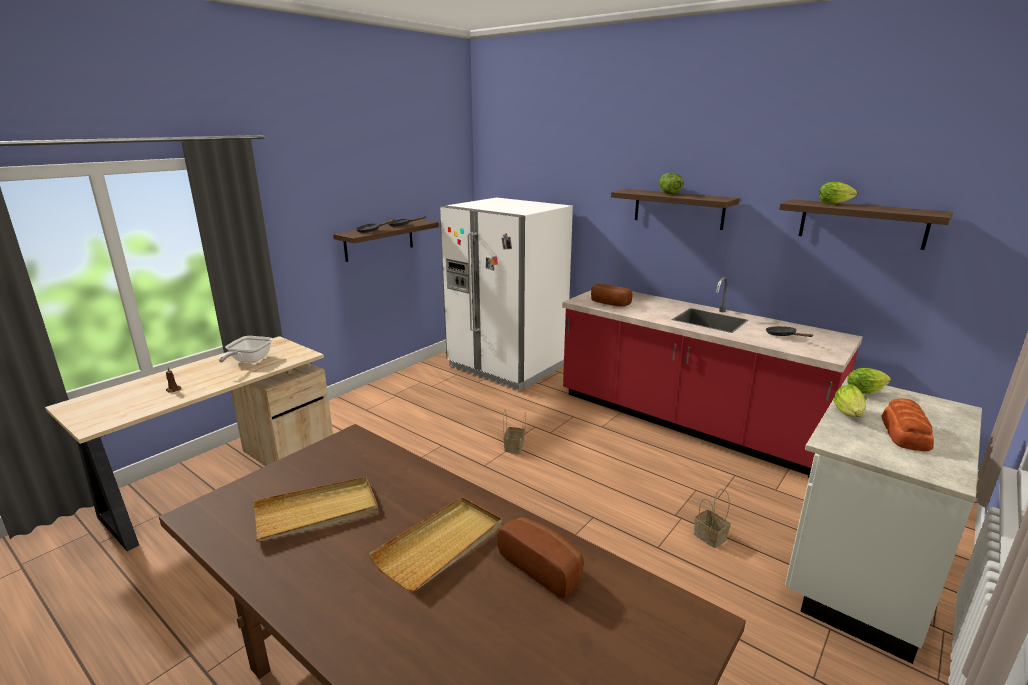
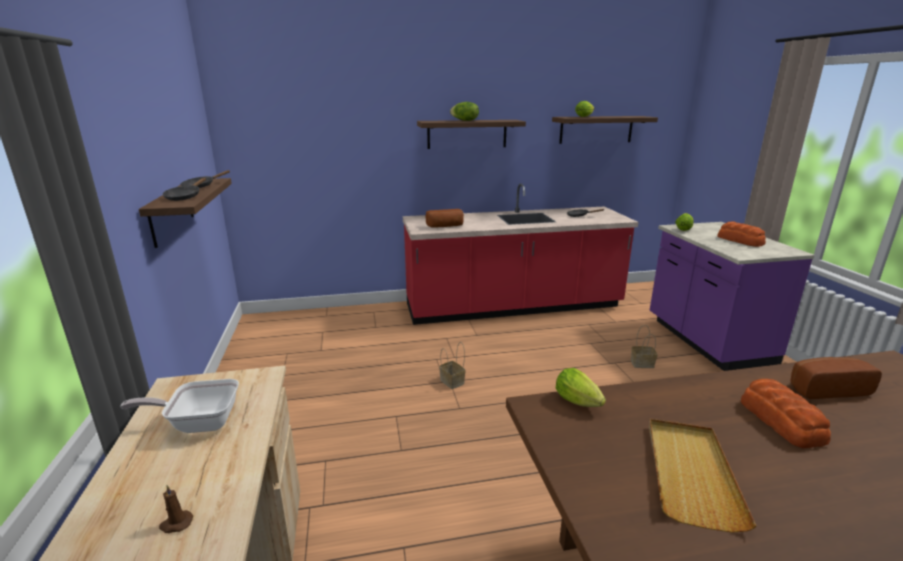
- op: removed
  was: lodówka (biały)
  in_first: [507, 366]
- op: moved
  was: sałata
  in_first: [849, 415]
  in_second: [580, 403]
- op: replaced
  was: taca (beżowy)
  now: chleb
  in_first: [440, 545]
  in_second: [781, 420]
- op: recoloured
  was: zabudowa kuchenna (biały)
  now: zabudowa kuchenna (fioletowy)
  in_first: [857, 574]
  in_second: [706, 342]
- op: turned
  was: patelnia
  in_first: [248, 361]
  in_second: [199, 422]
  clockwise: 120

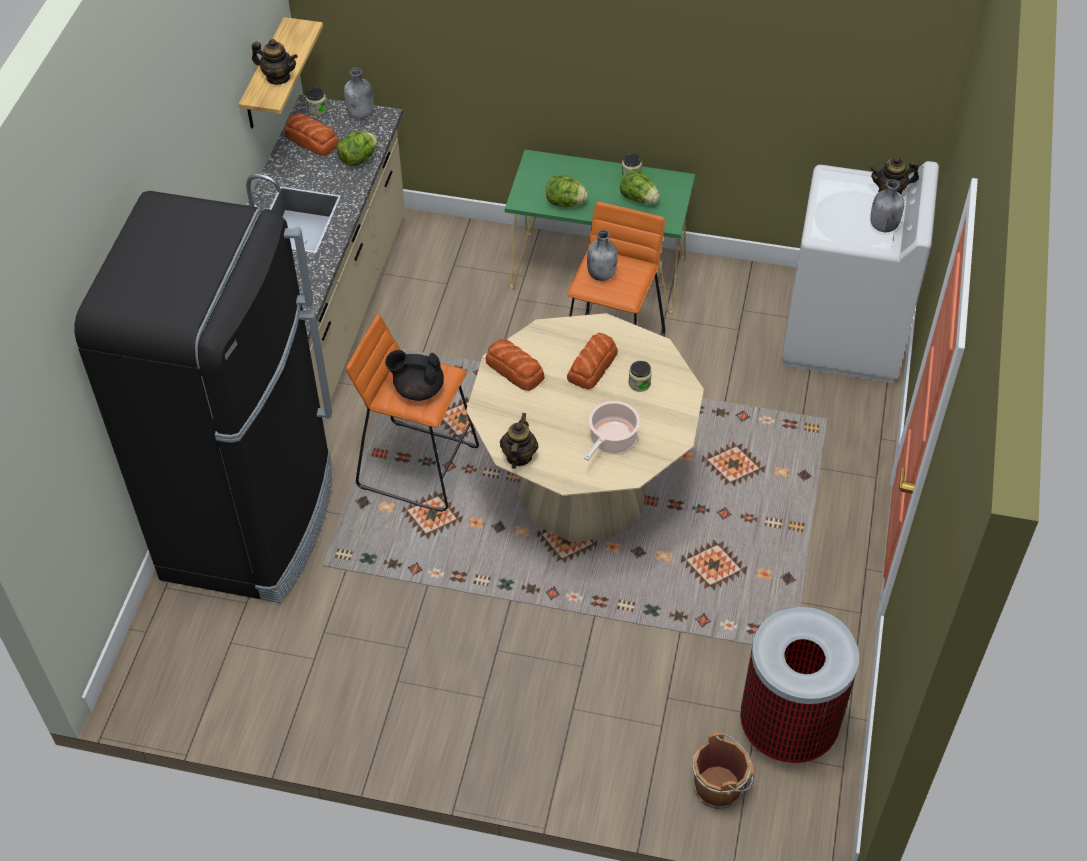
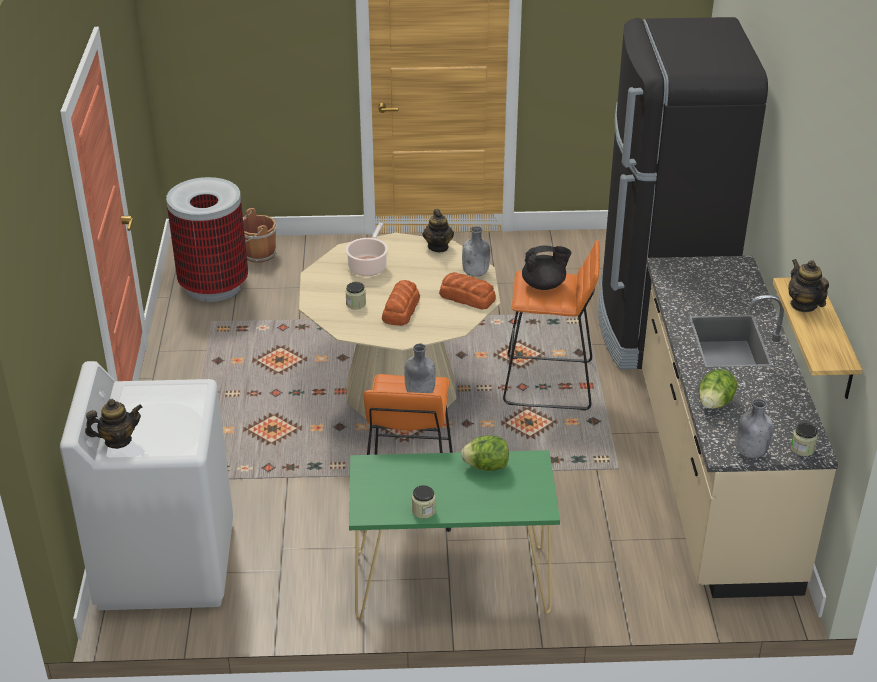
- op: removed
  was: chleb
  in_first: [311, 139]
- op: removed
  was: sałata
  in_first: [639, 198]
- op: moved
  was: butelka (szary)
  in_first: [883, 226]
  in_second: [476, 273]
- op: turned
  was: imbryk
  in_first: [278, 77]
  in_second: [803, 305]
  clockwise: 60

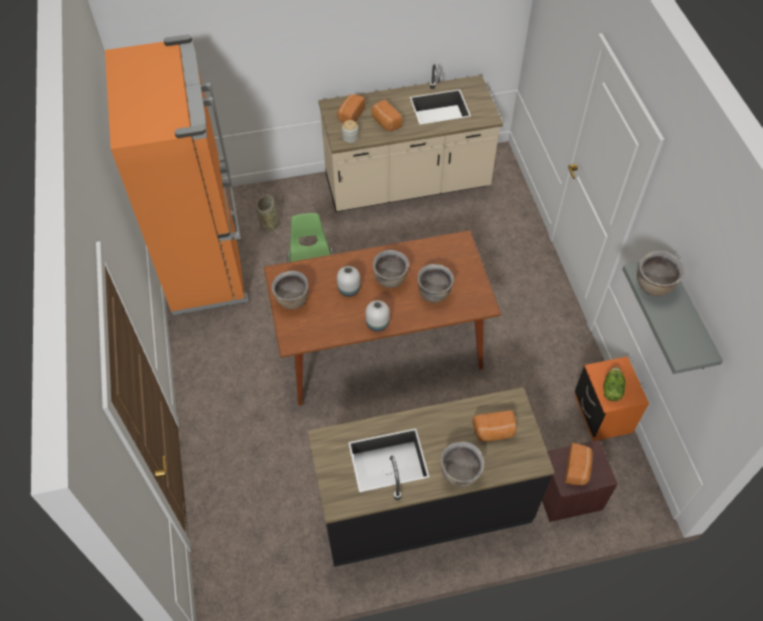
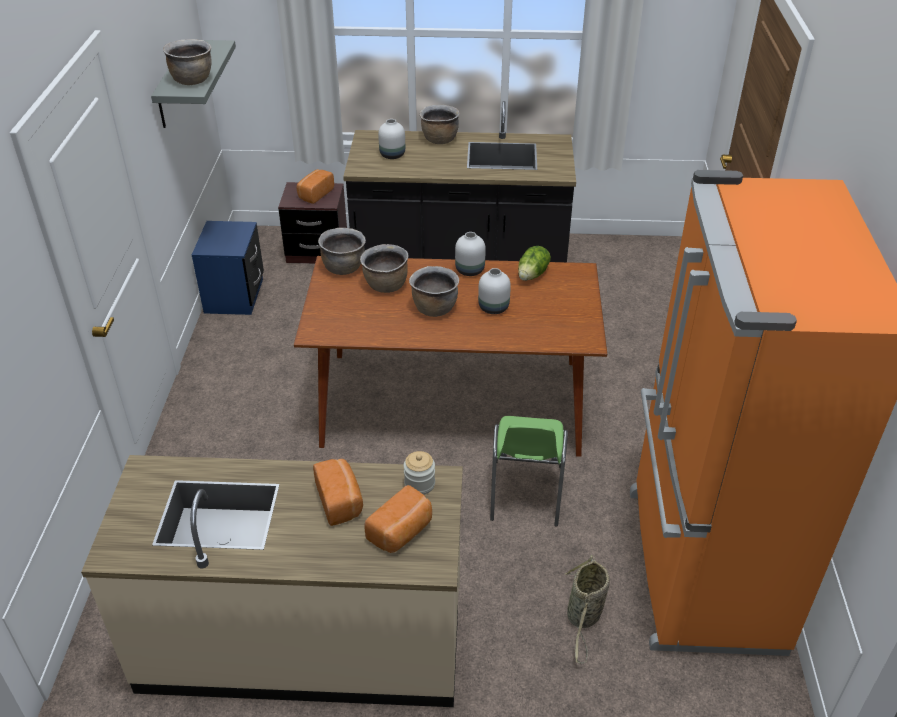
- op: moved
  was: garnek (brązowy)
  in_first: [292, 300]
  in_second: [344, 268]
- op: moved
  was: sałata
  in_first: [611, 389]
  in_second: [533, 274]
- op: replaced
  was: chleb
  now: wazon (biały)
  in_first: [494, 432]
  in_second: [393, 155]
- op: recoloured
  was: szafka nocna (pomarańczowy)
  now: szafka nocna (niebieski)
  in_first: [602, 414]
  in_second: [234, 296]

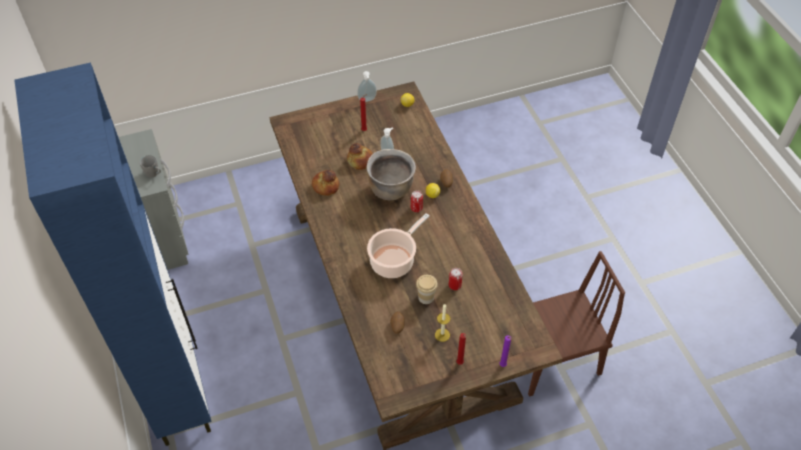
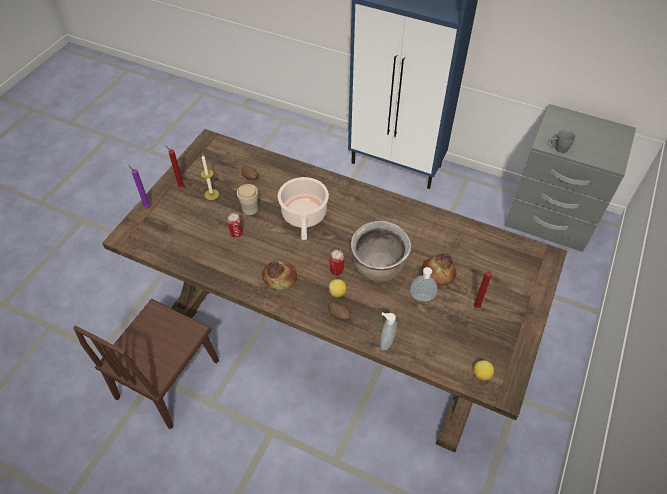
- op: moved
  was: chleb
  in_first: [325, 186]
  in_second: [280, 277]
- op: moved
  was: dozownik mydła
  in_first: [367, 100]
  in_second: [385, 342]

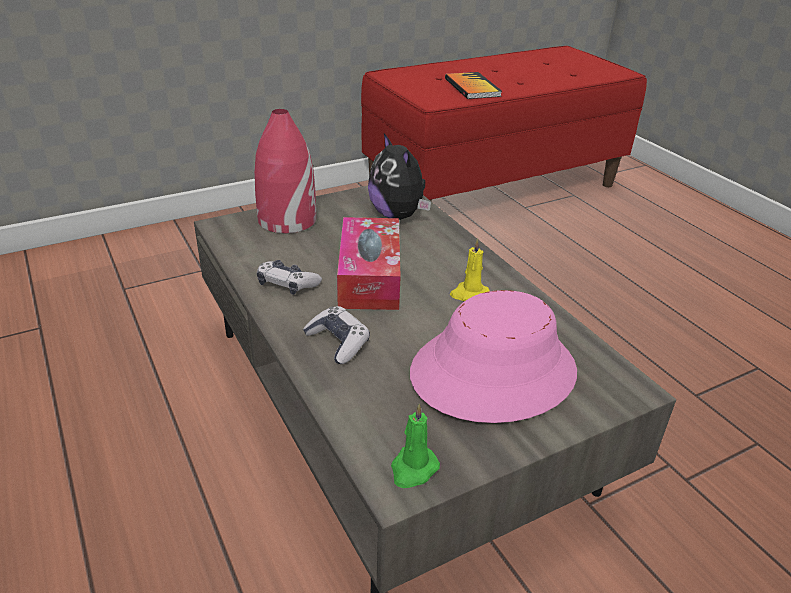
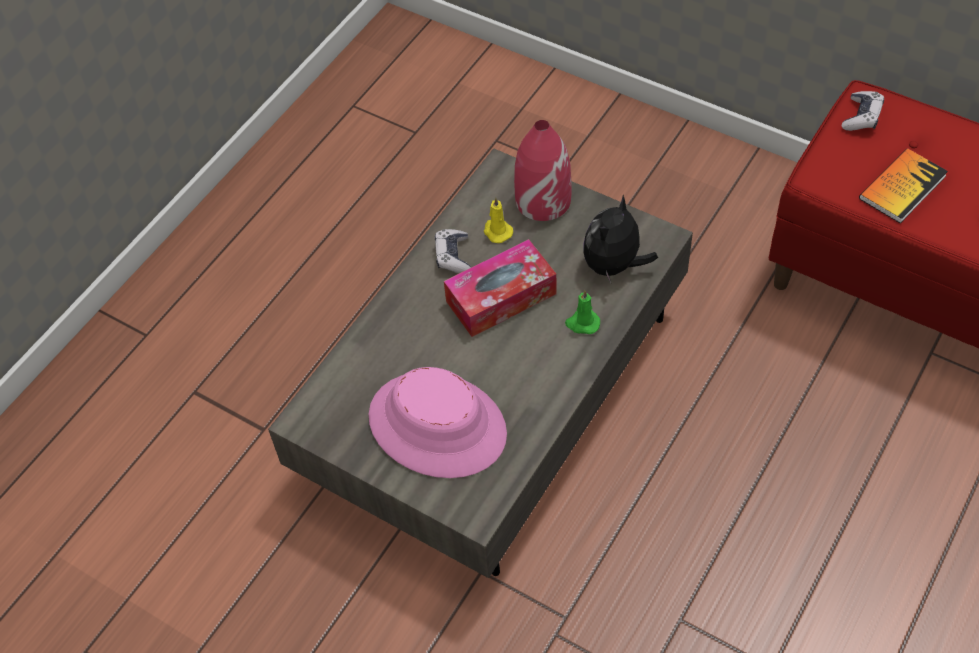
- op: moved
  was: pad do gier
  in_first: [338, 342]
  in_second: [861, 117]
- op: moved
  was: świeca (zielony)
  in_first: [413, 469]
  in_second: [582, 323]
- op: moved
  was: świeca (żółty)
  in_first: [469, 294]
  in_second: [497, 231]

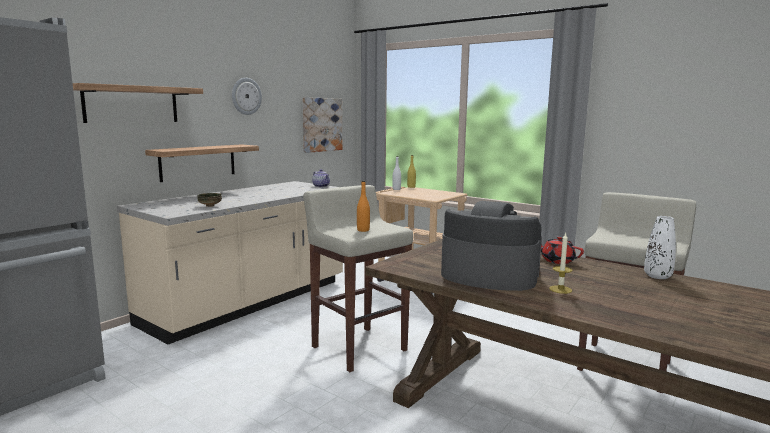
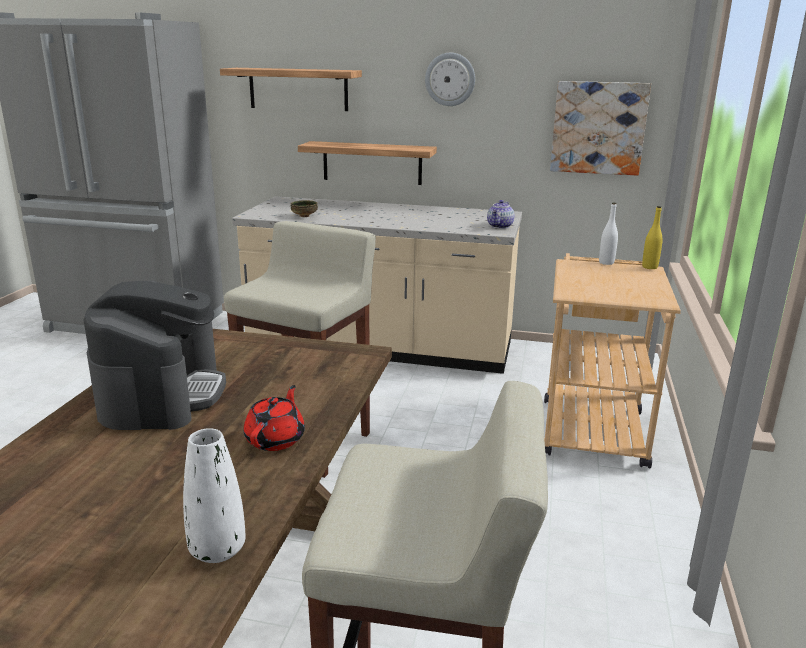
- op: removed
  was: butelka (pomarańczowy)
  in_first: [363, 230]
- op: removed
  was: świeca
  in_first: [560, 289]

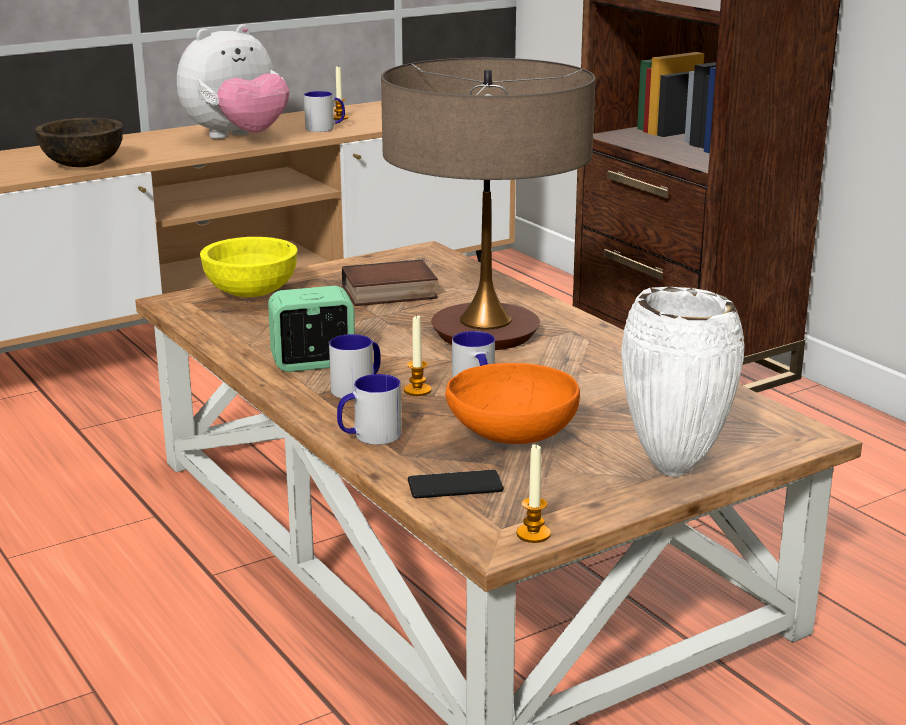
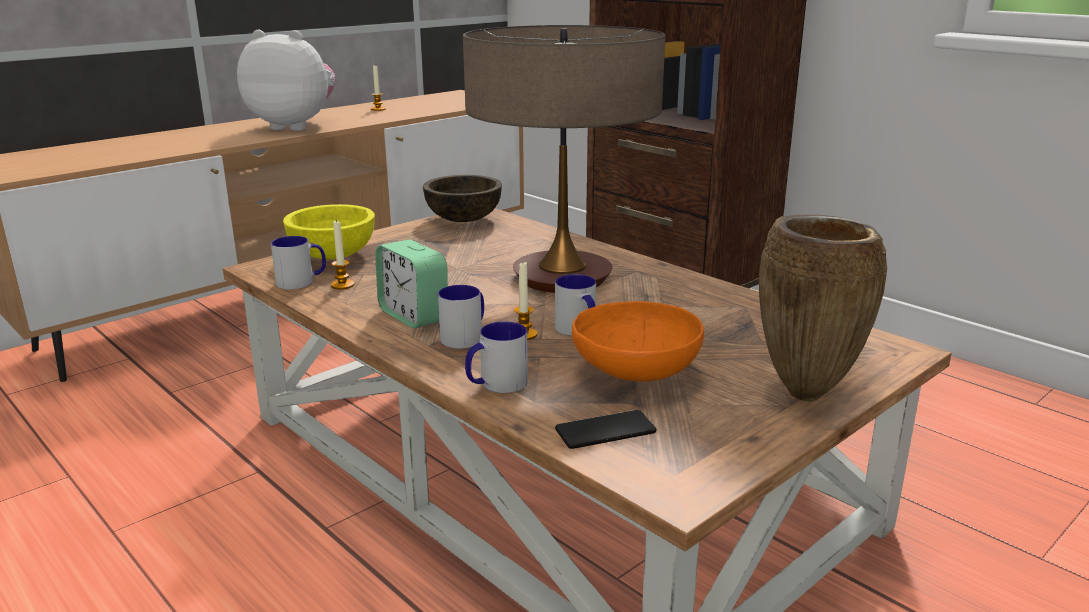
- op: removed
  was: książka
  in_first: [388, 293]
- op: moved
  was: miska (brązowy)
  in_first: [82, 165]
  in_second: [463, 219]
- op: moved
  was: kubek
  in_first: [325, 128]
  in_second: [302, 282]
- op: moved
  was: świeca
  in_first: [533, 534]
  in_second: [342, 285]
- op: recoloured
  was: wazon (biały)
  now: wazon (brązowy)
  in_first: [675, 470]
  in_second: [807, 394]
- op: turned
  was: pluszak
  in_first: [237, 138]
  in_second: [294, 126]
  clockwise: -120
- op: turned
  was: budzik
  in_first: [313, 363]
  in_second: [413, 316]
  clockwise: -105

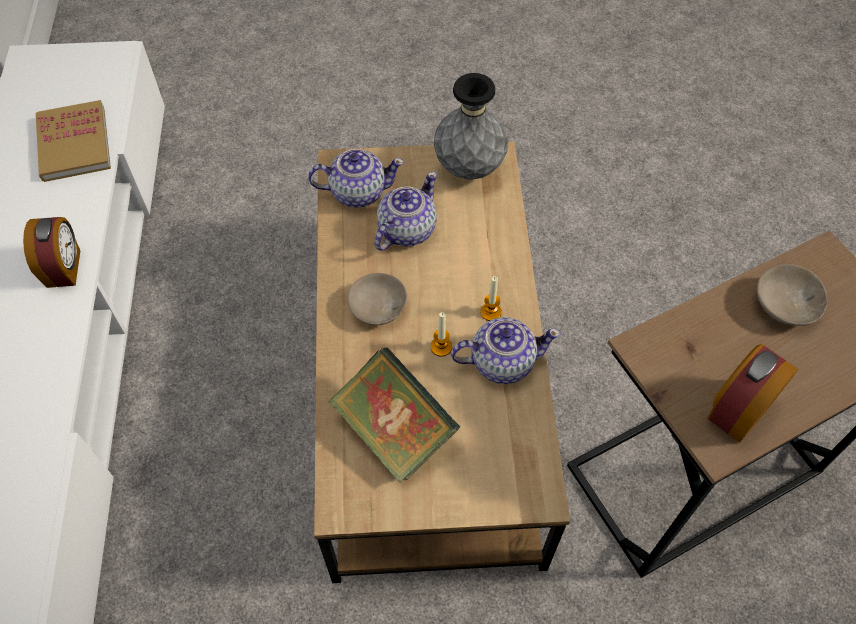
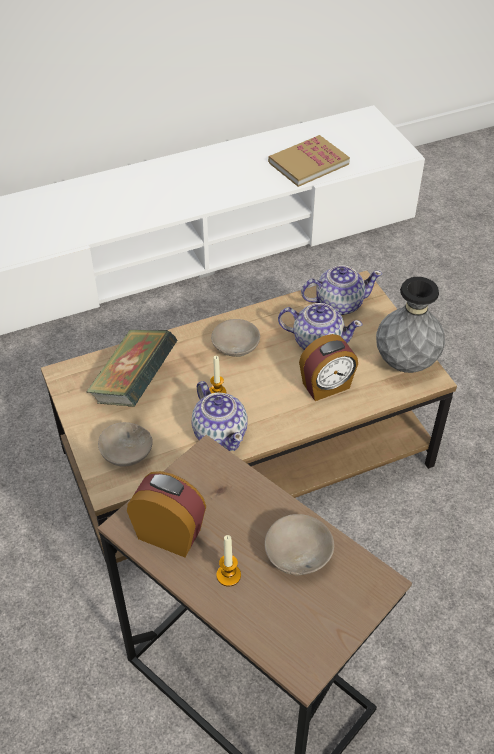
- op: added
  now: miska (beżowy)
  in_second: [125, 453]
- op: moved
  was: budzik
  in_first: [65, 268]
  in_second: [326, 387]
- op: moved
  was: świeca
  in_first: [491, 312]
  in_second: [228, 575]
- op: turned
  was: imbryk
  in_first: [357, 192]
  in_second: [338, 303]
  clockwise: -75

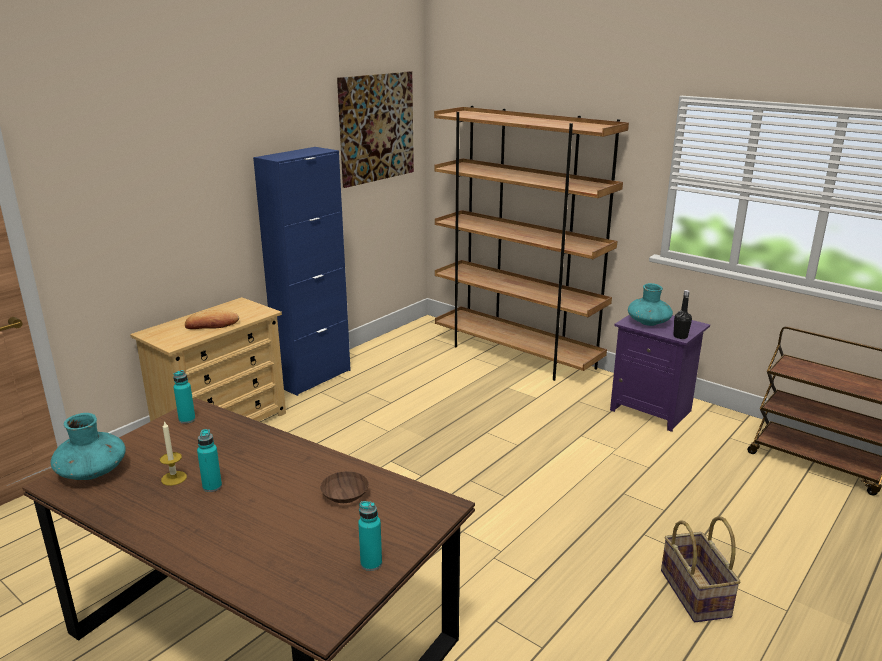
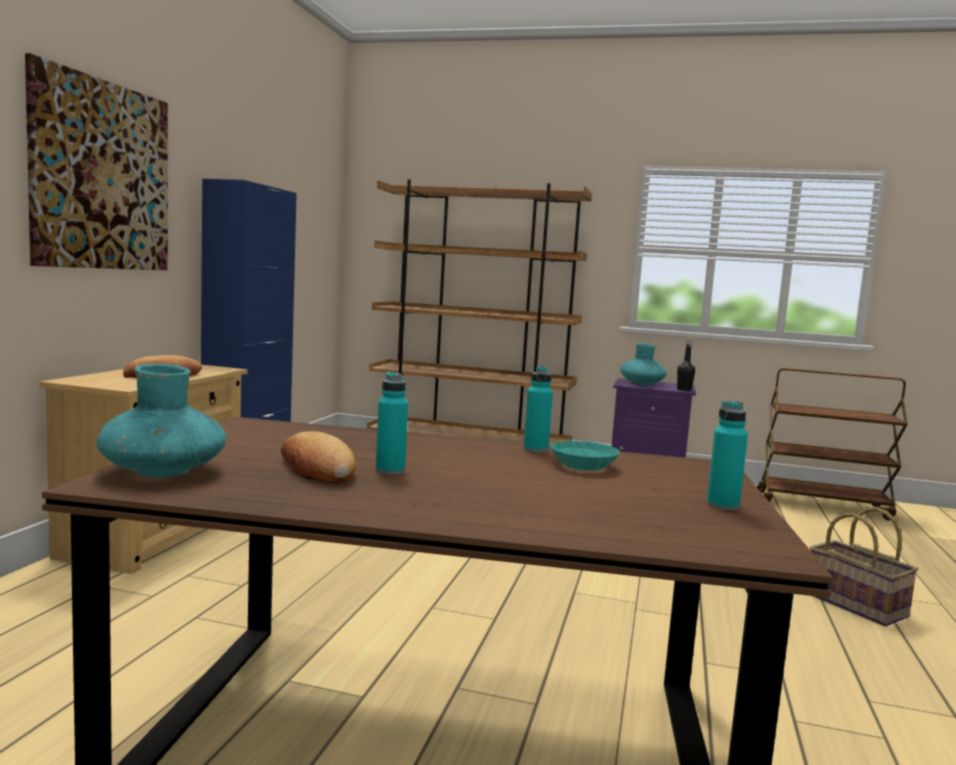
- op: moved
  was: butelka (turkusowy)
  in_first: [187, 419]
  in_second: [535, 449]
- op: moved
  was: obraz
  in_first: [376, 128]
  in_second: [102, 176]
- op: replaced
  was: świeca
  now: chleb
  in_first: [174, 478]
  in_second: [317, 468]
- op: recoloured
  was: miska (brązowy)
  now: miska (turkusowy)
  in_first: [344, 494]
  in_second: [581, 465]

